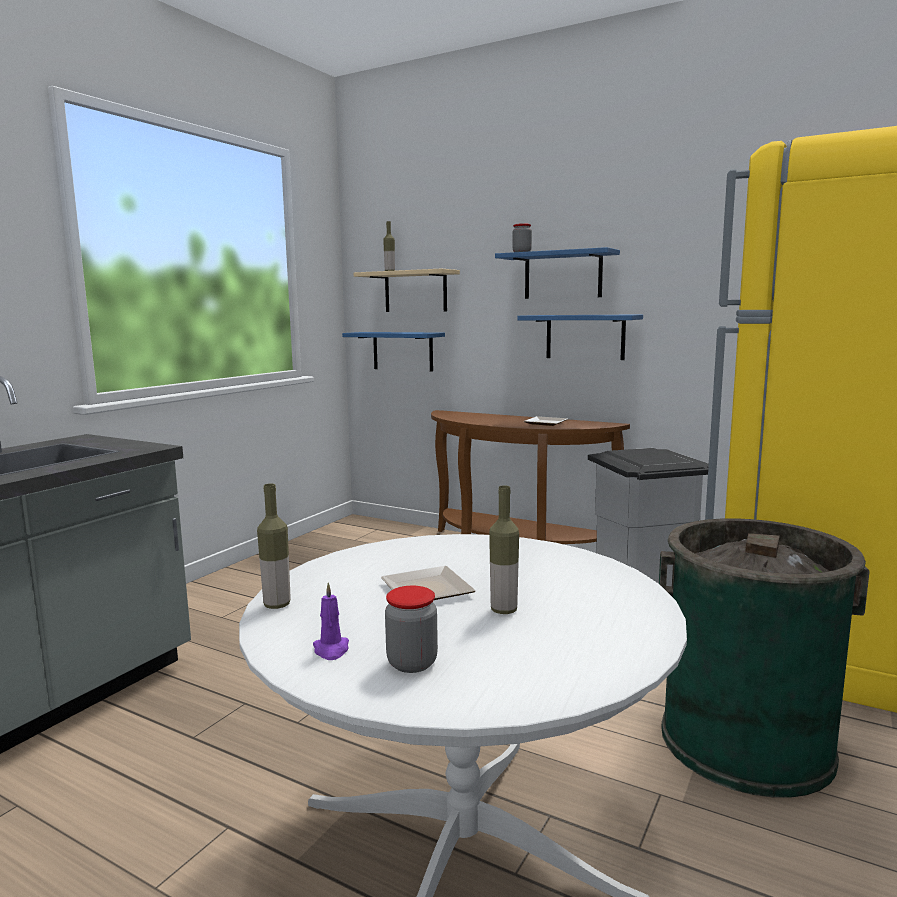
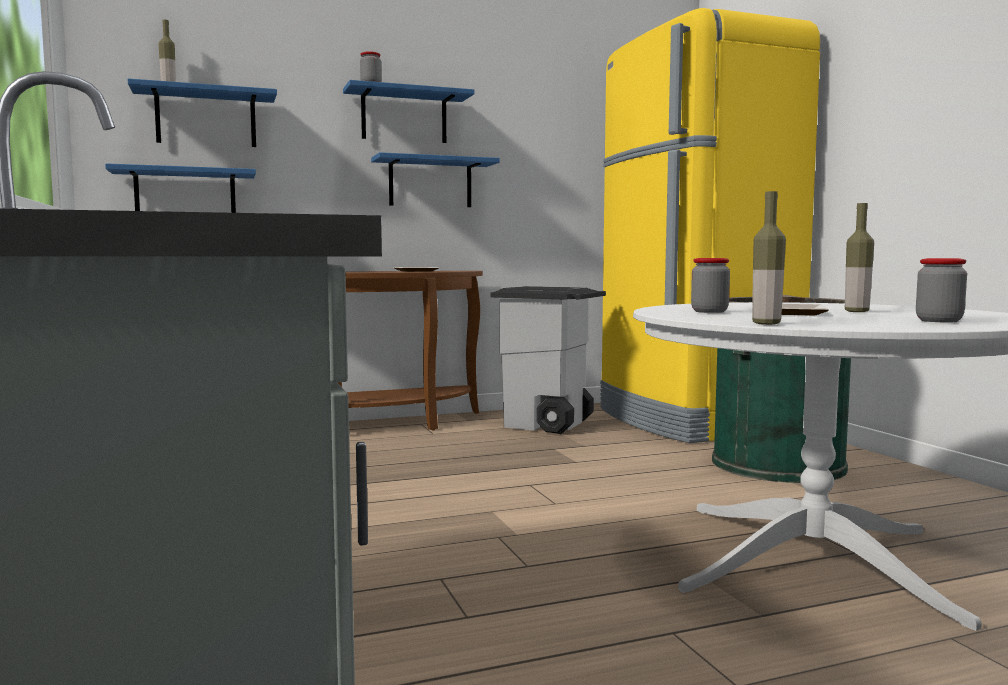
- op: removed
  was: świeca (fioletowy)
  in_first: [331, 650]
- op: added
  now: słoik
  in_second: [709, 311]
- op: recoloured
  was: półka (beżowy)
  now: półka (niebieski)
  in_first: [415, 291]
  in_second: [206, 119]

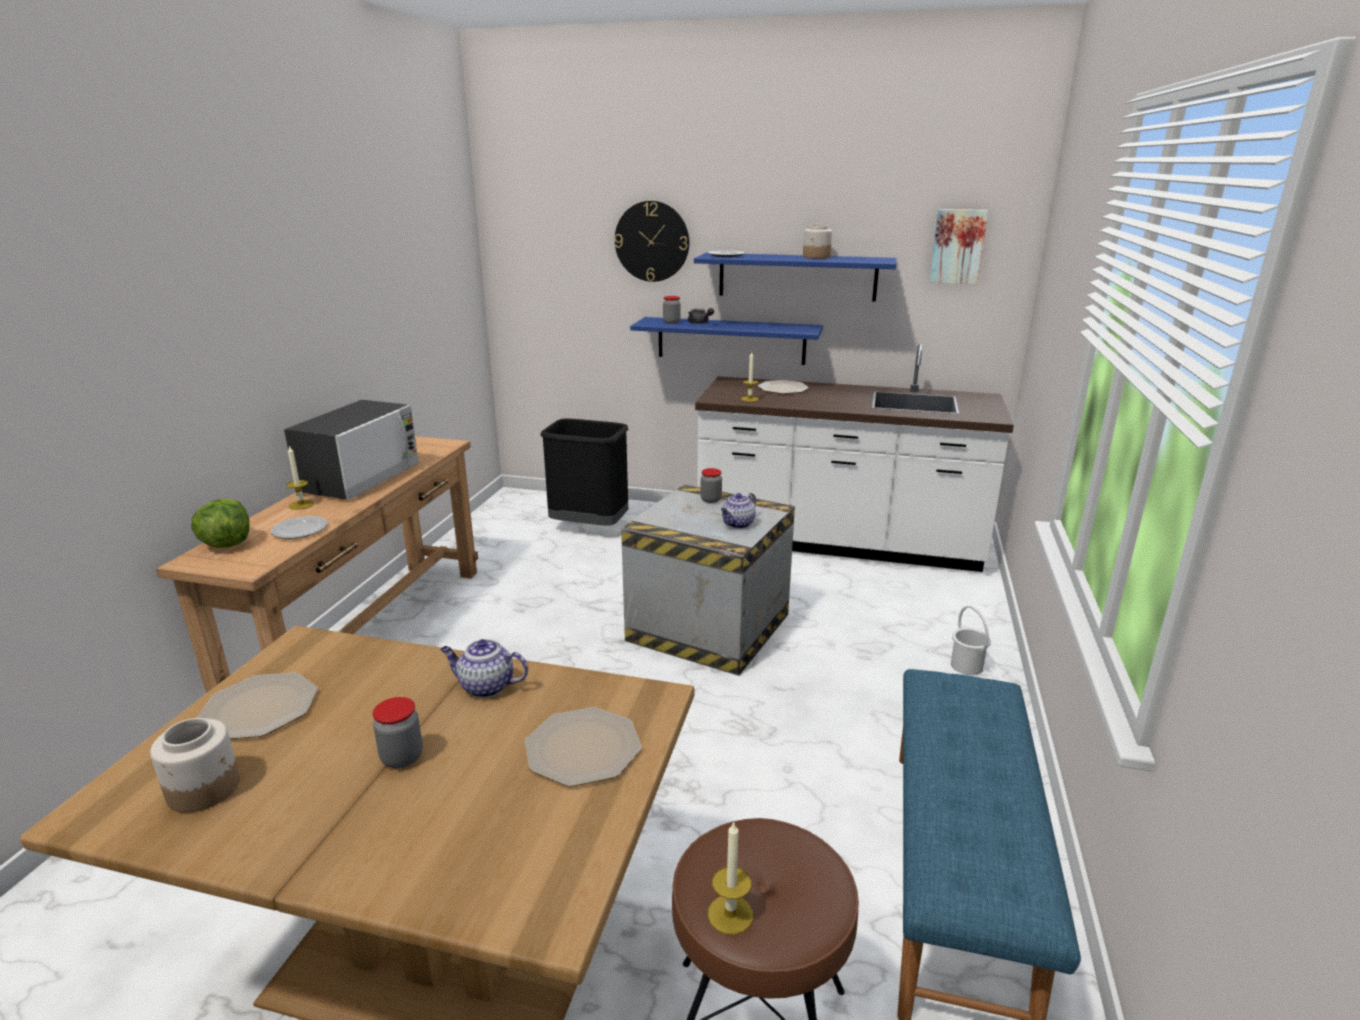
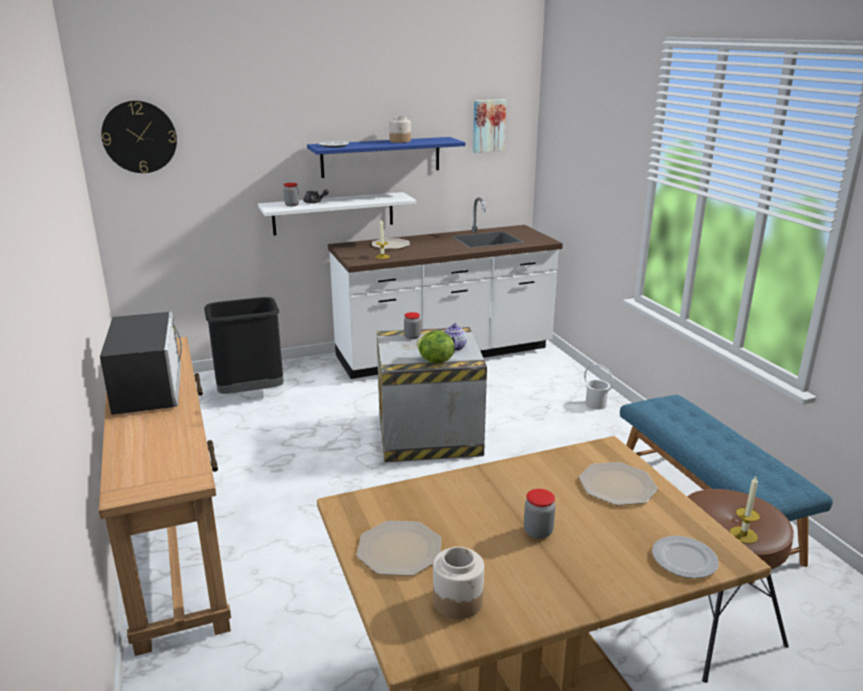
- op: removed
  was: świeca
  in_first: [301, 505]
- op: removed
  was: imbryk
  in_first: [485, 687]
- op: moved
  was: sałata
  in_first: [226, 544]
  in_second: [435, 361]
- op: moved
  was: talerz
  in_first: [299, 530]
  in_second: [683, 560]
- op: moved
  was: zegar ścienny
  in_first: [652, 241]
  in_second: [139, 137]
- op: recoloured
  was: półka (niebieski)
  now: półka (biały)
  in_first: [731, 340]
  in_second: [333, 213]

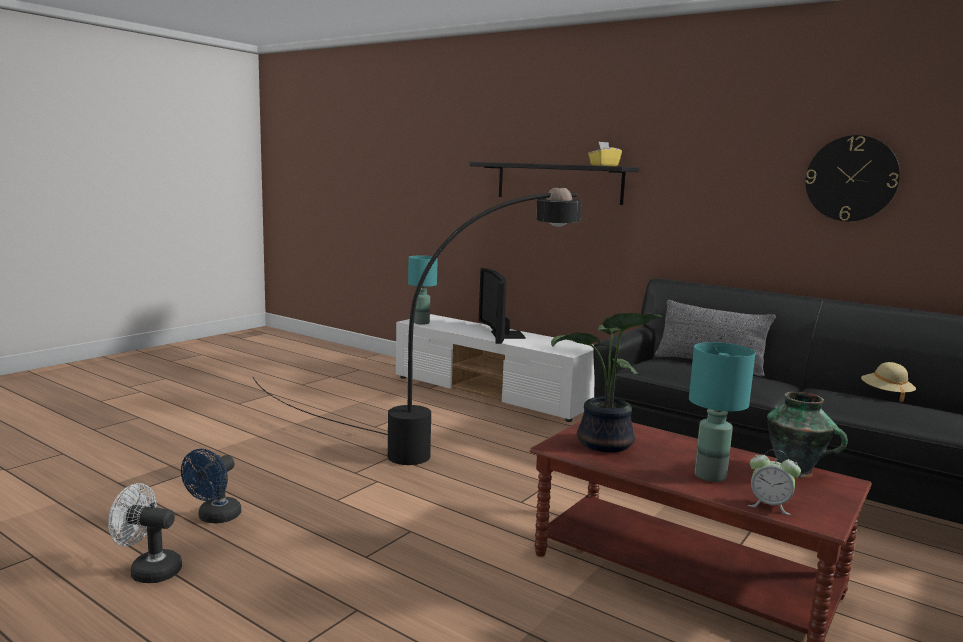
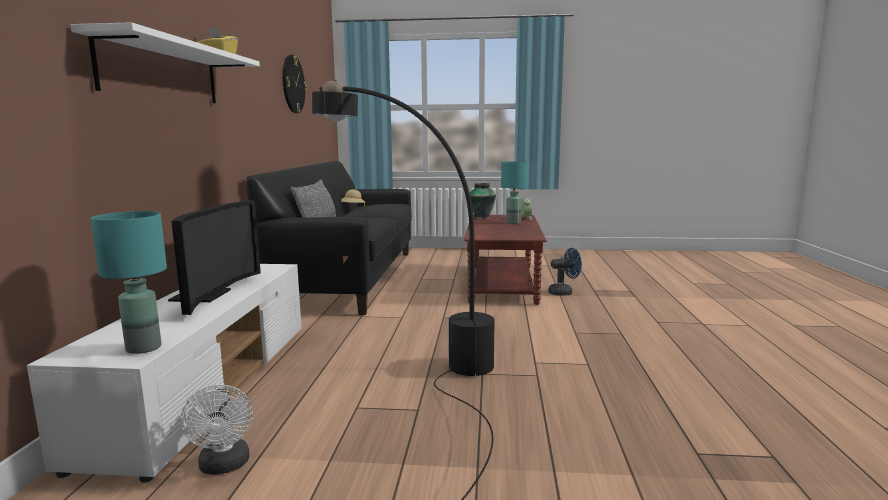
- op: removed
  was: roślina doniczkowa
  in_first: [604, 445]
- op: moved
  was: wentylator (biały)
  in_first: [148, 570]
  in_second: [224, 466]
- op: moved
  was: wentylator (niebieski)
  in_first: [215, 518]
  in_second: [564, 292]
- op: recoloured
  was: półka (czarny)
  now: półka (biały)
  in_first: [558, 182]
  in_second: [162, 72]
- op: turned
  was: telewizor
  in_first: [502, 335]
  in_second: [208, 296]
  clockwise: -45

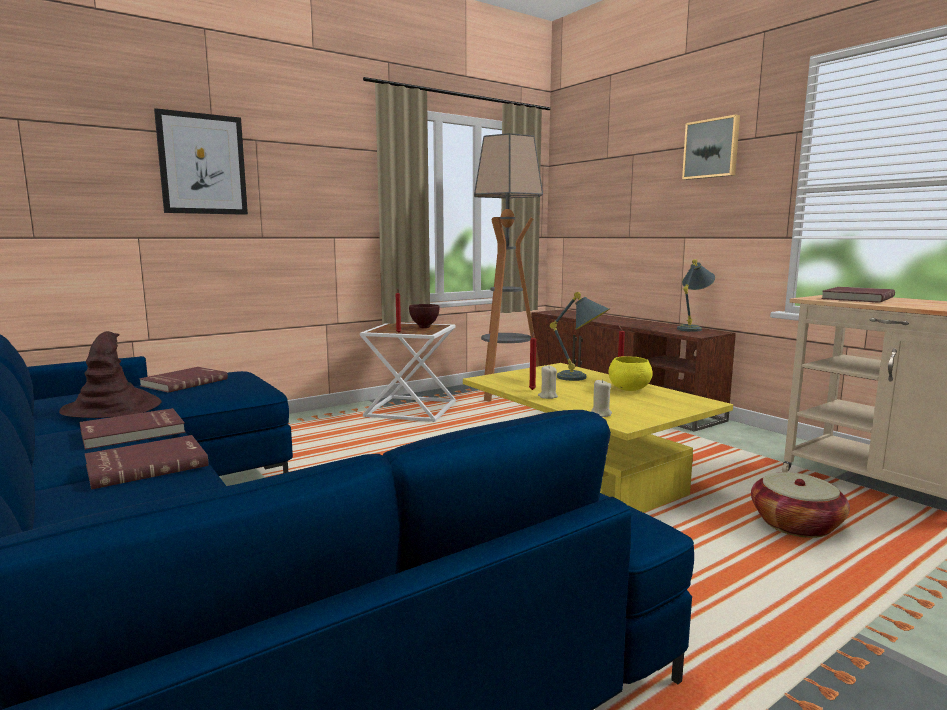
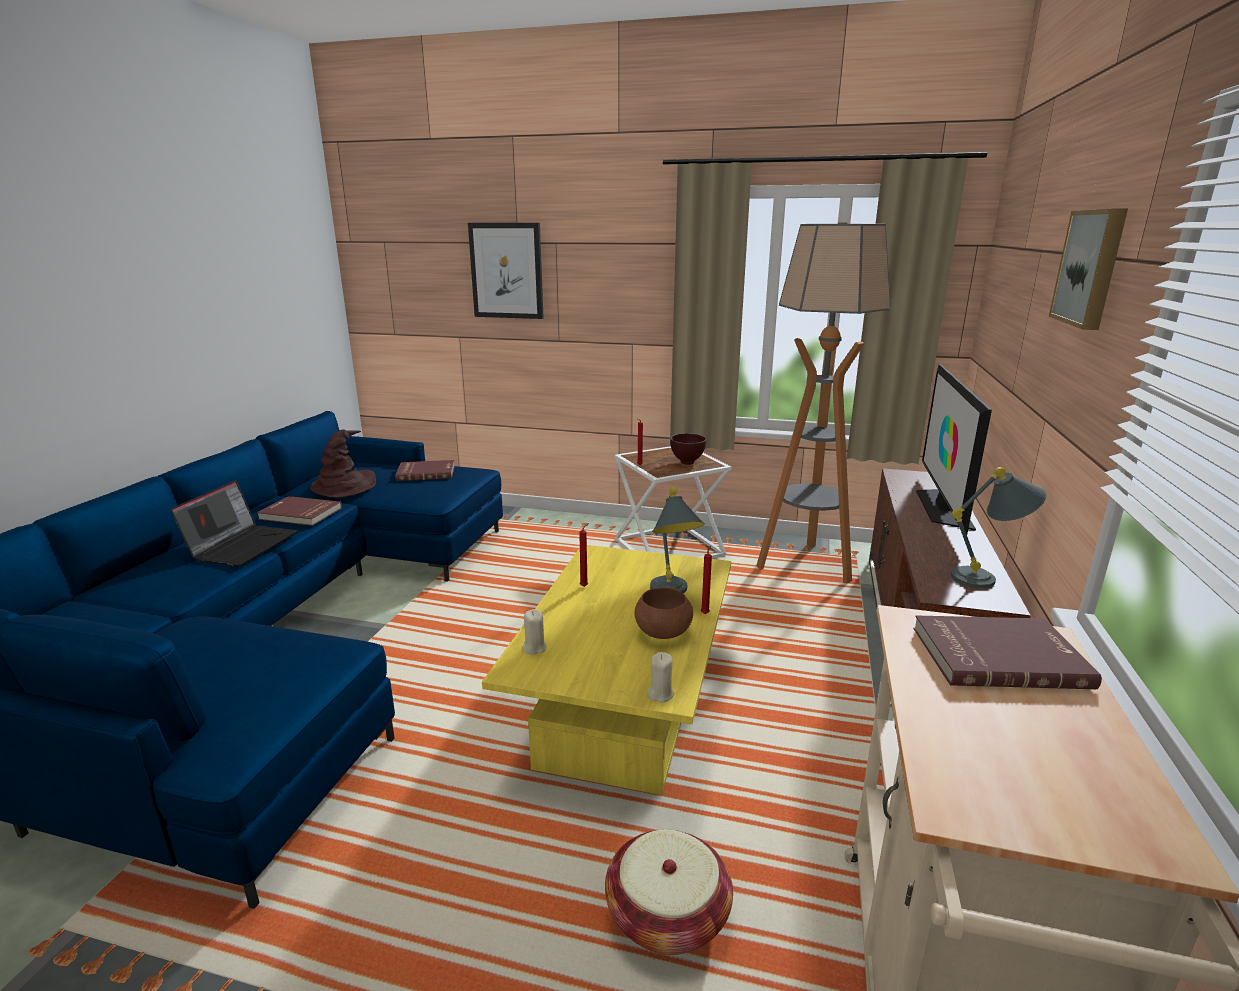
- op: added
  now: telewizor
  in_second: [942, 507]
- op: moved
  was: świeca (beżowy)
  in_first: [547, 396]
  in_second: [660, 694]
- op: replaced
  was: książka (czerwony)
  now: laptop
  in_first: [146, 465]
  in_second: [242, 545]
- op: recoloured
  was: miska (żółty)
  now: miska (brązowy)
  in_first: [628, 389]
  in_second: [662, 633]

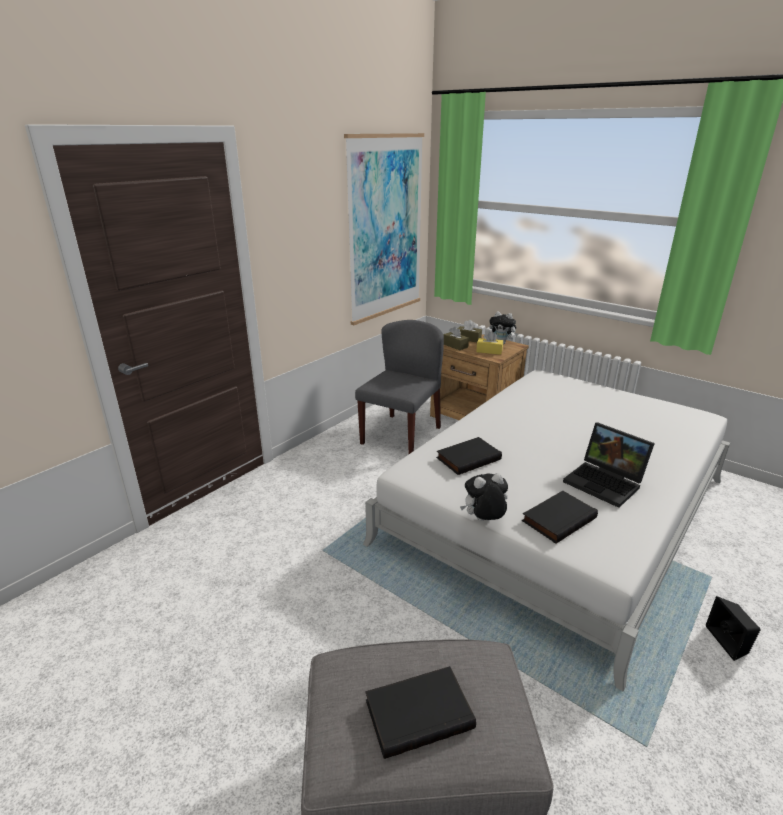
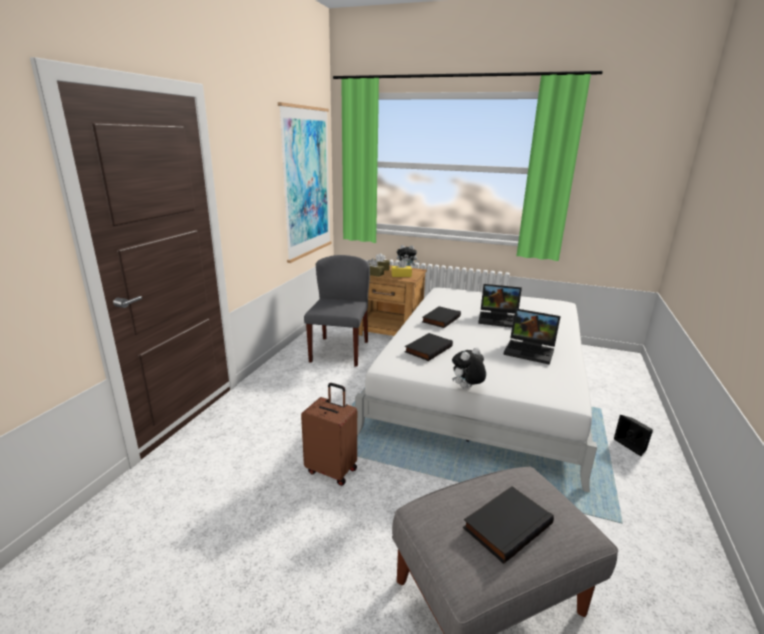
- op: added
  now: walizka (brązowy)
  in_second: [332, 470]
- op: added
  now: laptop
  in_second: [499, 319]
- op: moved
  was: książka (czarny)
  in_first: [558, 518]
  in_second: [440, 319]

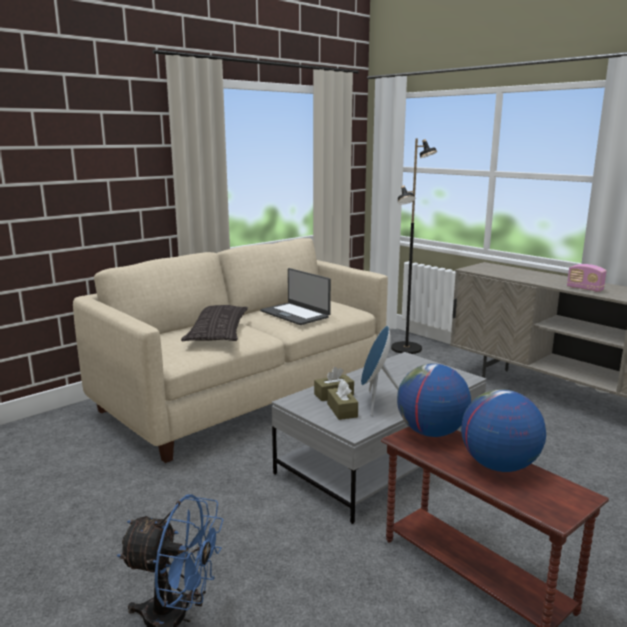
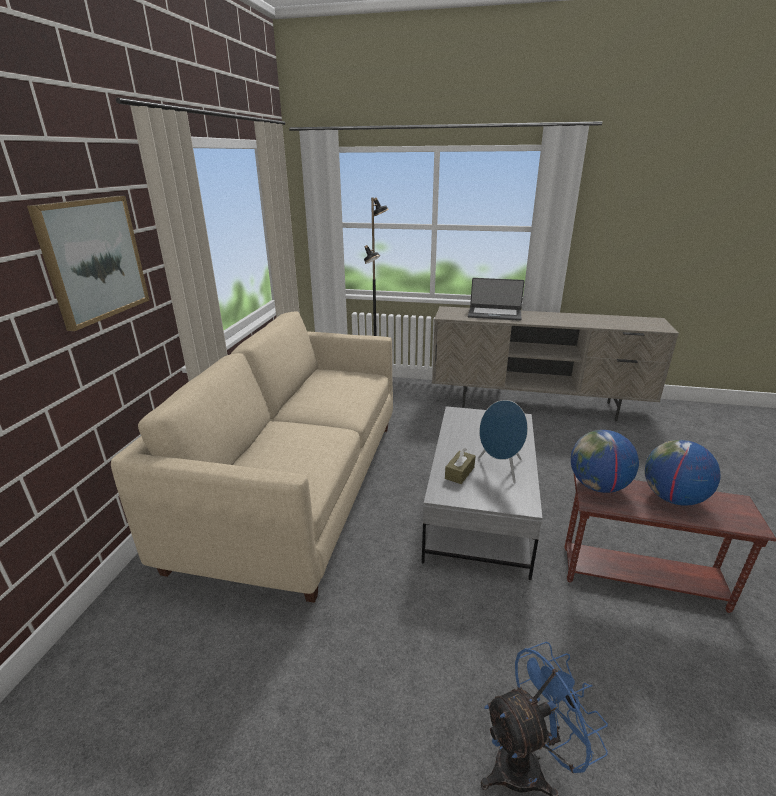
- op: removed
  was: poduszka
  in_first: [217, 331]
- op: removed
  was: pudełko chusteczek (brązowy)
  in_first: [342, 410]
- op: removed
  was: radio
  in_first: [584, 289]
- op: added
  now: obraz
  in_second: [93, 259]
- op: moved
  was: laptop
  in_first: [295, 314]
  in_second: [494, 314]

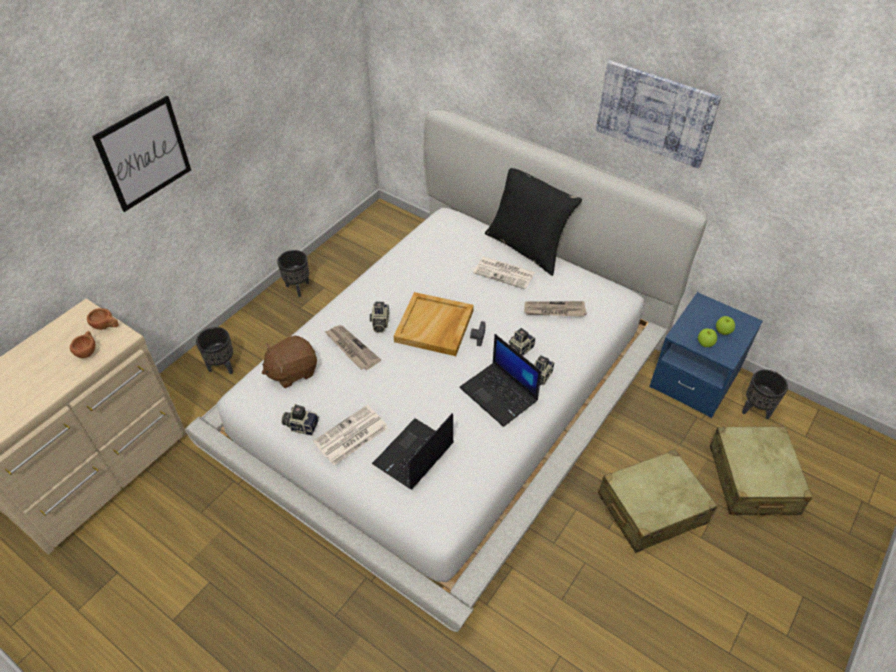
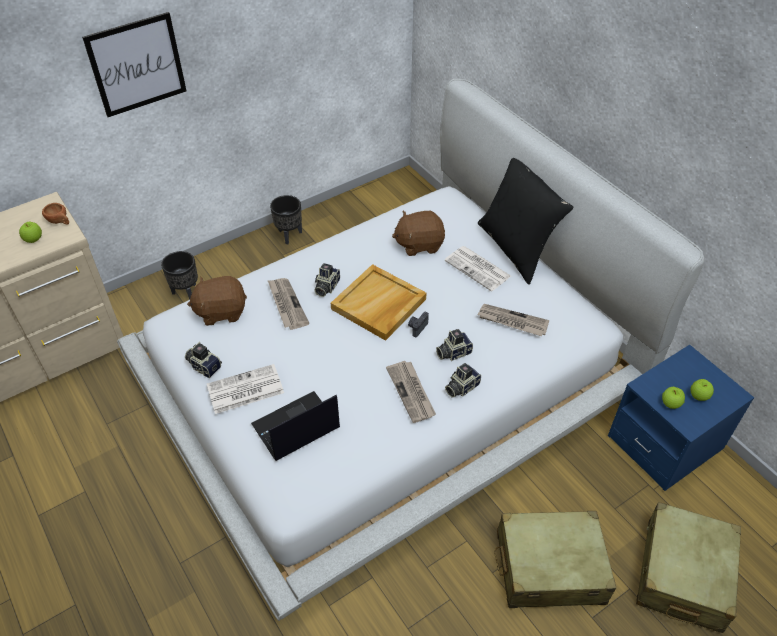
- op: removed
  was: obraz
  in_first: [655, 113]
- op: removed
  was: donica (czarny)
  in_first: [755, 410]
- op: added
  now: pluszak (brązowy)
  in_second: [419, 244]
- op: replaced
  was: filiżanka (brązowy)
  now: jabłko
  in_first: [88, 350]
  in_second: [34, 239]
- op: replaced
  was: laptop
  now: gazeta
  in_first: [500, 394]
  in_second: [411, 392]

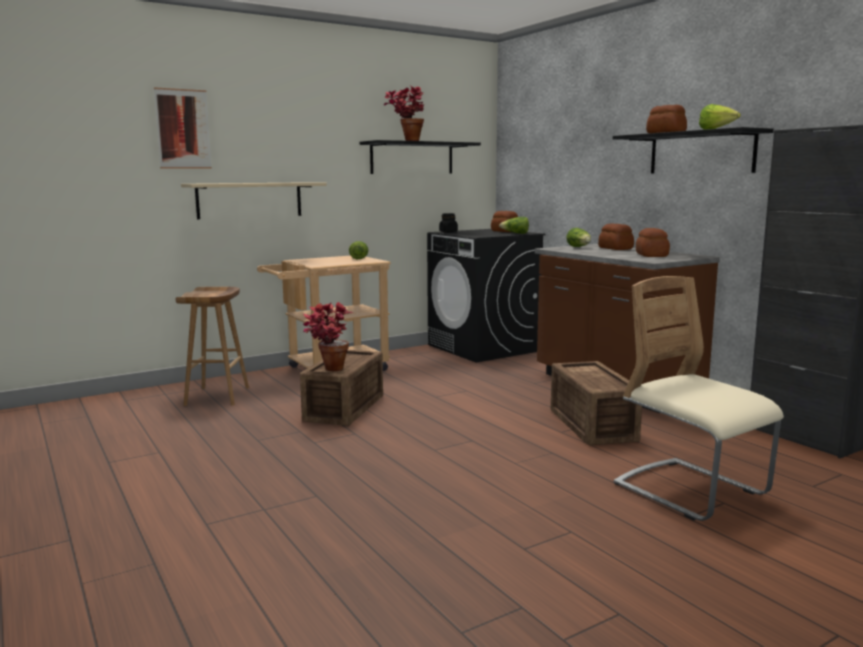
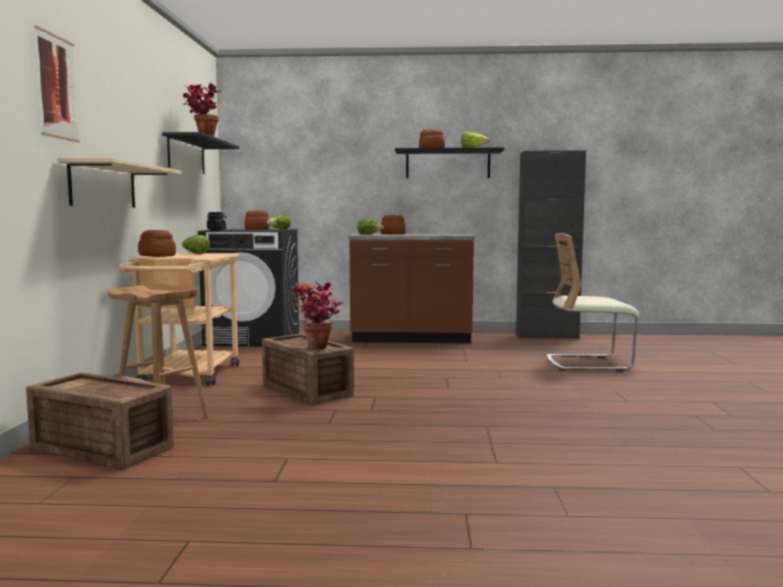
- op: moved
  was: skrzynka
  in_first: [591, 425]
  in_second: [102, 449]
- op: moved
  was: chleb
  in_first: [652, 255]
  in_second: [157, 256]

